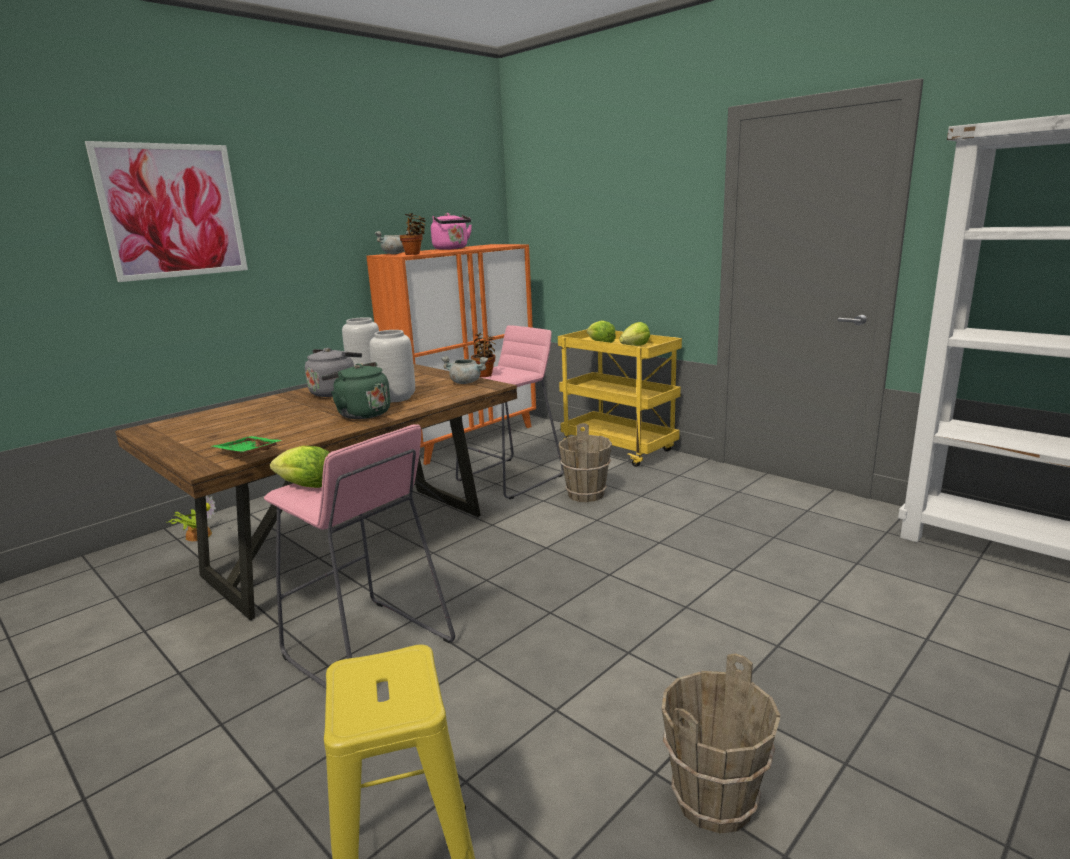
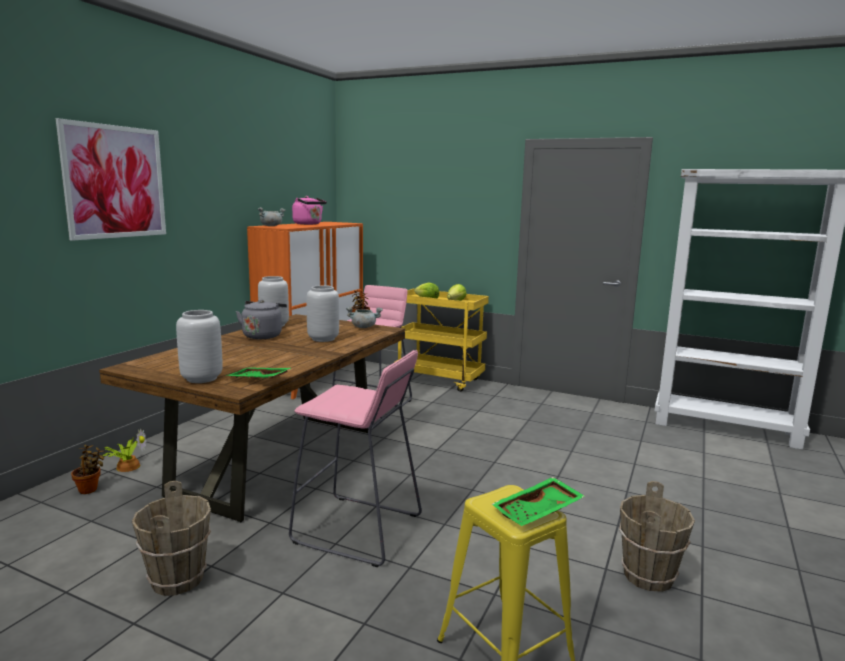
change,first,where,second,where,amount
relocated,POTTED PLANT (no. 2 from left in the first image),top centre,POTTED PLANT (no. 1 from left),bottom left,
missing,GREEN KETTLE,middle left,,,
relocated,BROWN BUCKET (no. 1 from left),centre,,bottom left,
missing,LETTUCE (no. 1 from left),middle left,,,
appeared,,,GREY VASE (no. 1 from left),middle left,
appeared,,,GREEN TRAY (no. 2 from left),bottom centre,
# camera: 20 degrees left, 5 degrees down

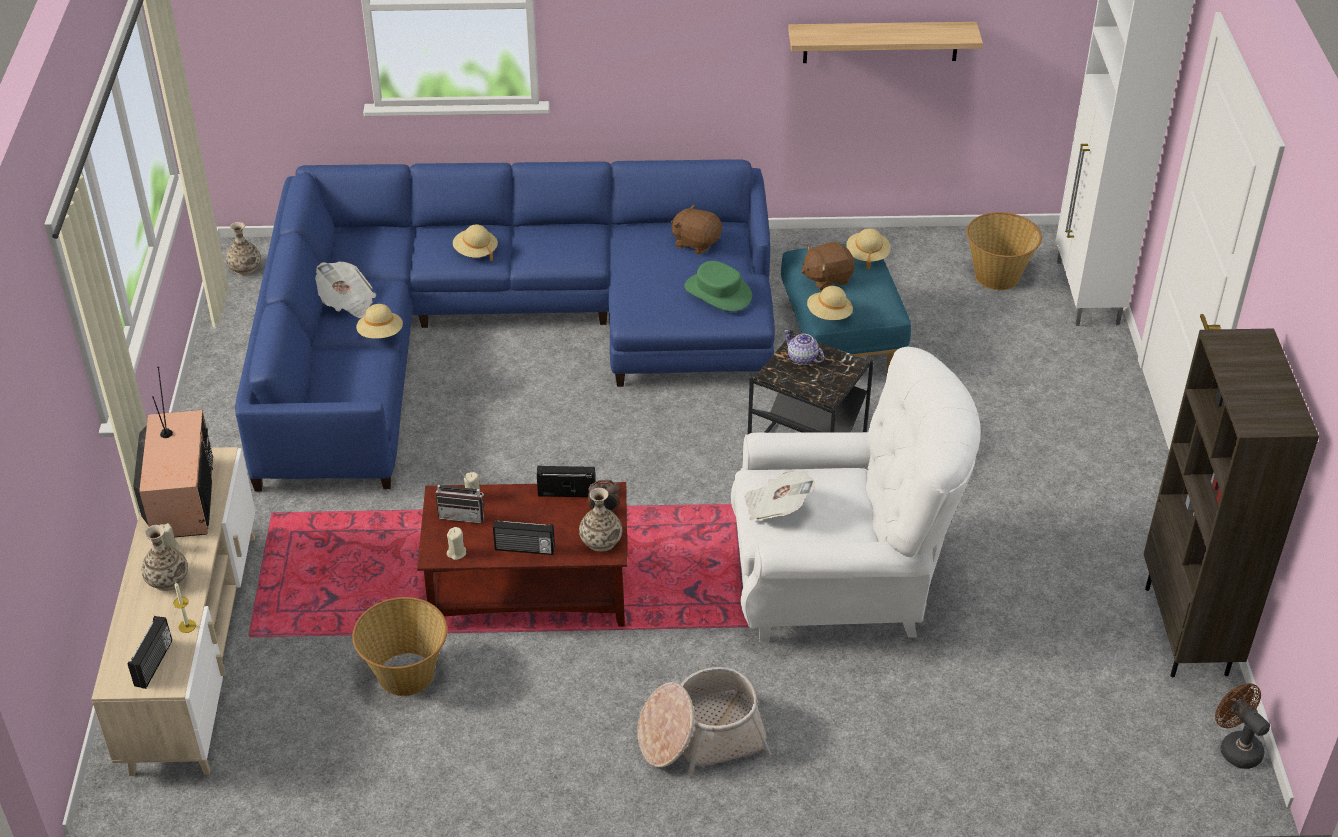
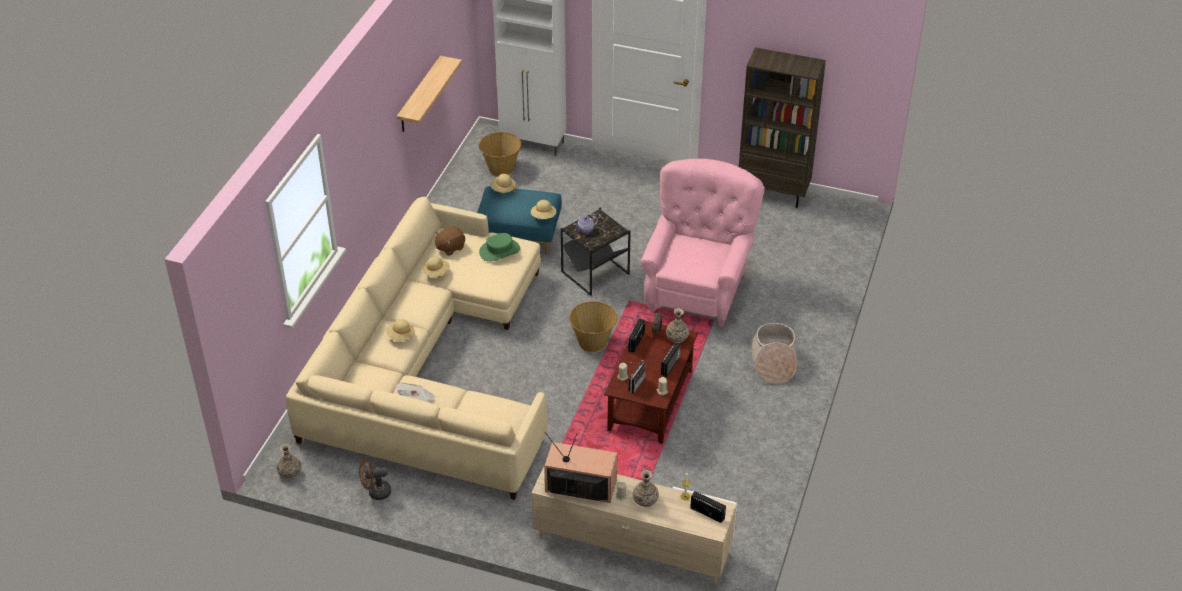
change,first,where,second,where,amount
colour,BLUE SOFA,centre,BEIGE SOFA,centre,
missing,BROWN PLUSH TOY (no. 2 from left),top centre,,,
relocated,BEIGE HAT (no. 1 from left in the first image),middle left,BEIGE HAT (no. 2 from left),centre,
colour,WHITE ARMCHAIR,centre,PINK ARMCHAIR,centre,
missing,NEWSPAPER (no. 2 from left),centre,,,
relocated,BASKET (no. 1 from left in the first image),bottom left,BASKET (no. 2 from left),centre,
relocated,BROWN FAN,bottom right,,bottom left,
# camera: 70 degrees left, 0 degrees up

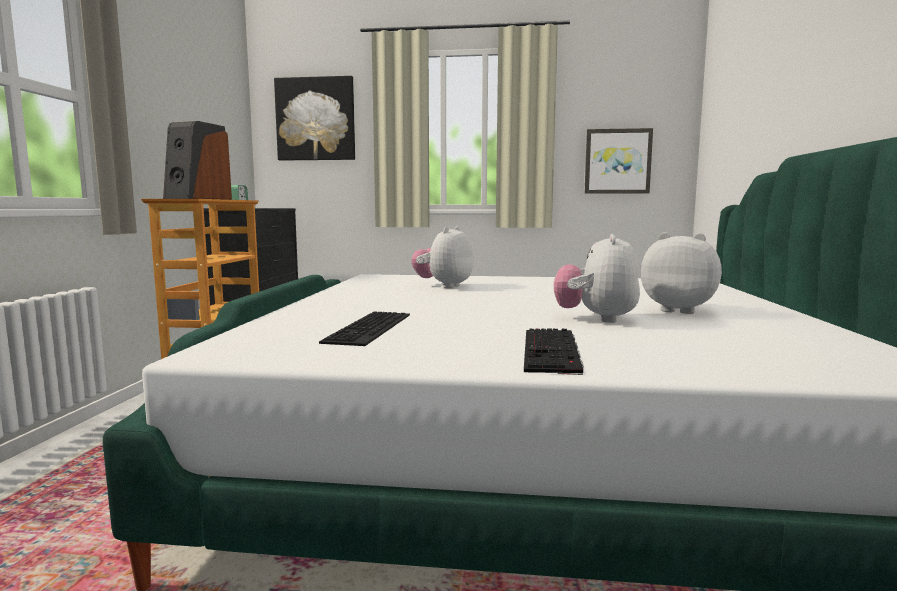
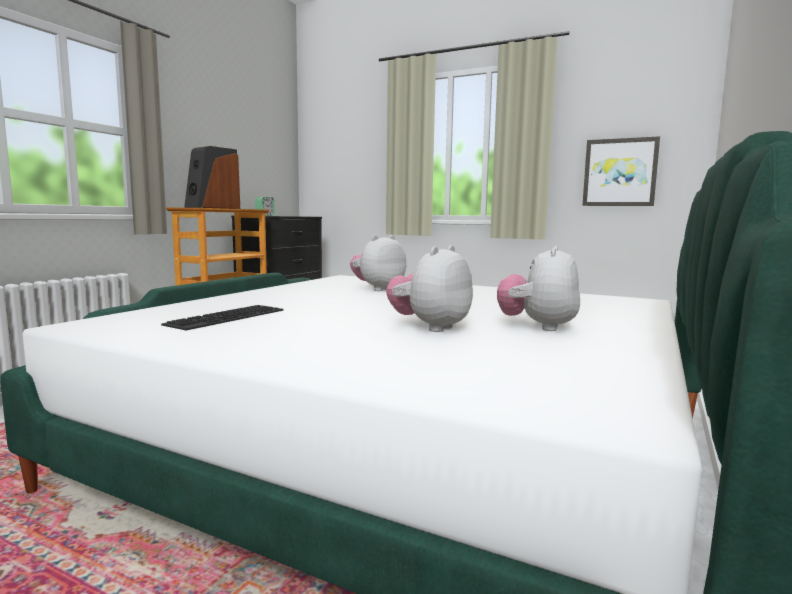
change,first,where,second,where,amount
missing,PICTURE (no. 1 from left),top centre,,,
spun,PLUSH TOY (no. 3 from left),middle right,,middle right,120 degrees counterclockwise
missing,KEYBOARD (no. 2 from left),centre,,,
# camera: 20 degrees right, 0 degrees up

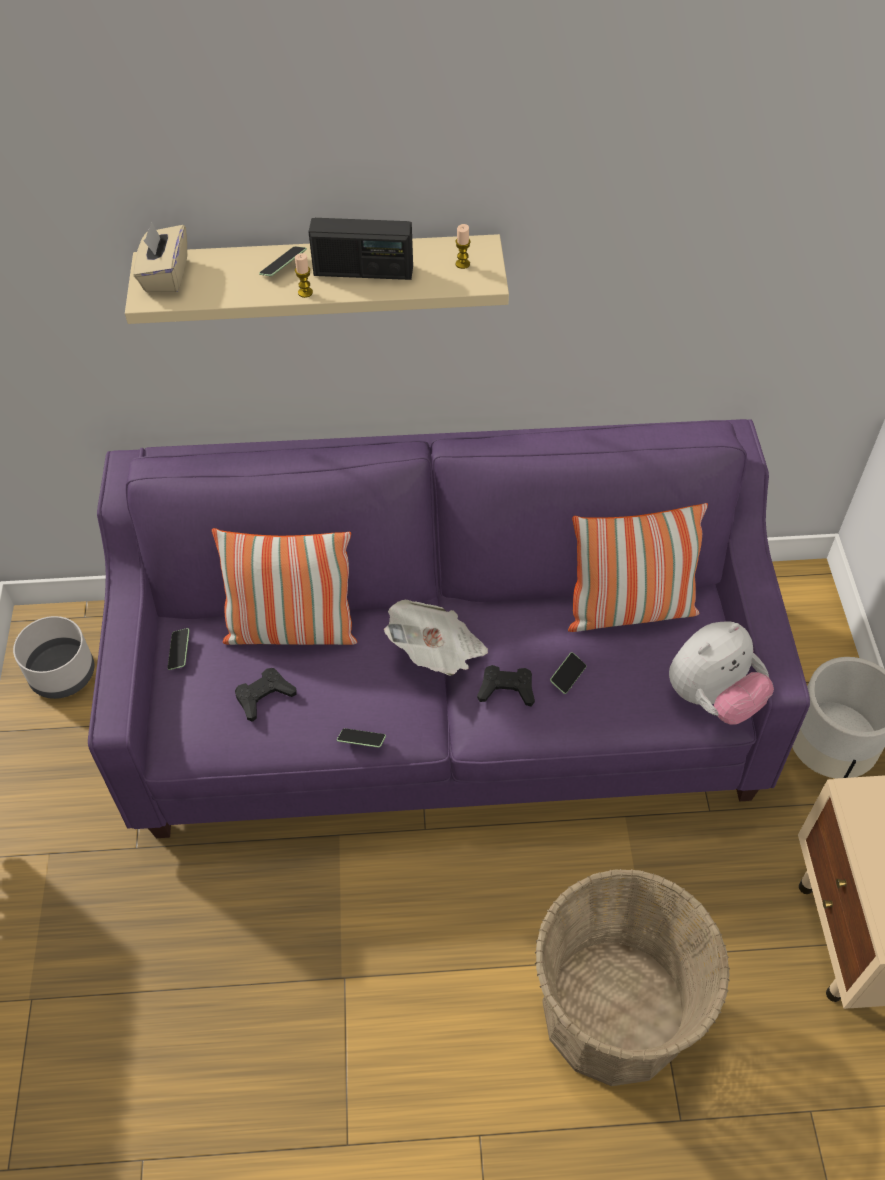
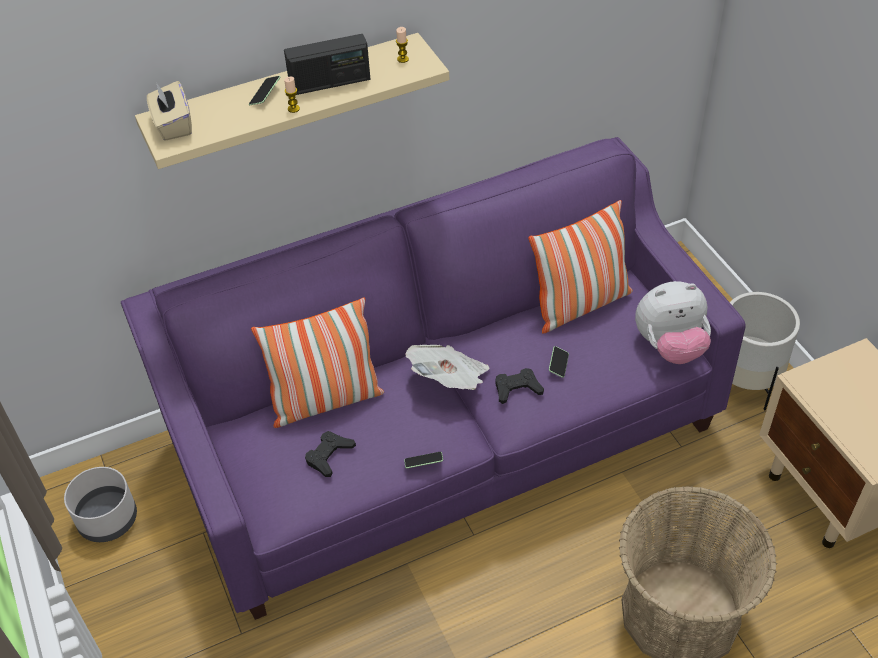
change,first,where,second,where,amount
spun,PLUSH TOY,middle right,,middle right,45 degrees clockwise
missing,PHONE (no. 1 from left),middle left,,,
# camera: 20 degrees left, 5 degrees down

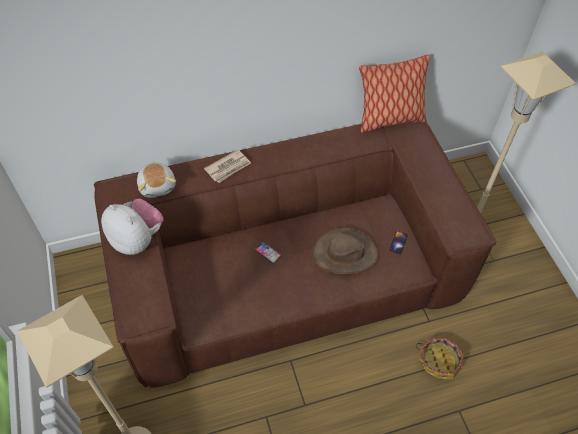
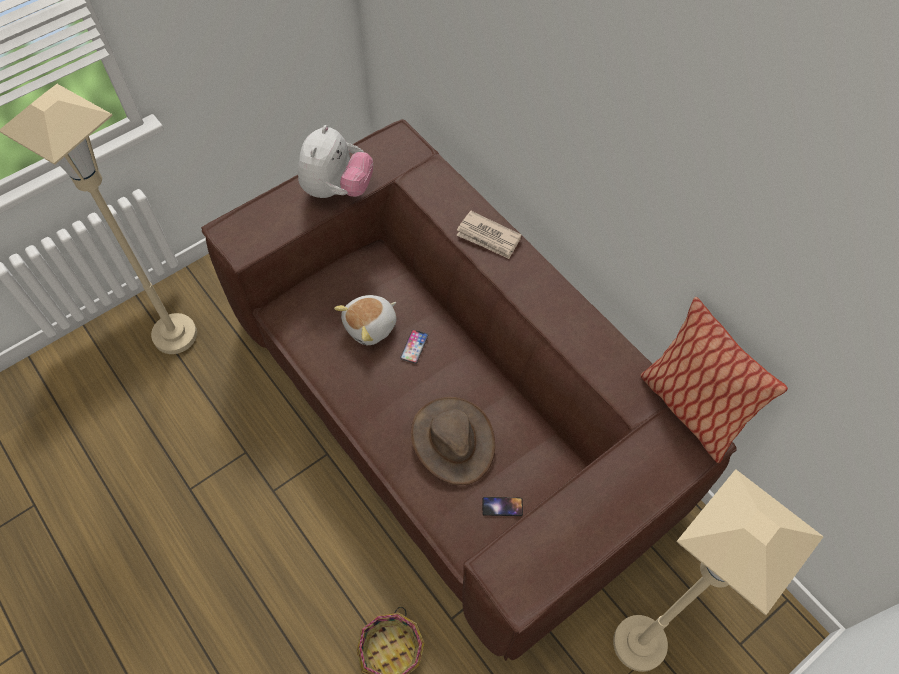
change,first,where,second,where,amount
relocated,PLUSH TOY (no. 2 from left),middle left,,centre,
# camera: 70 degrees right, 5 degrees up

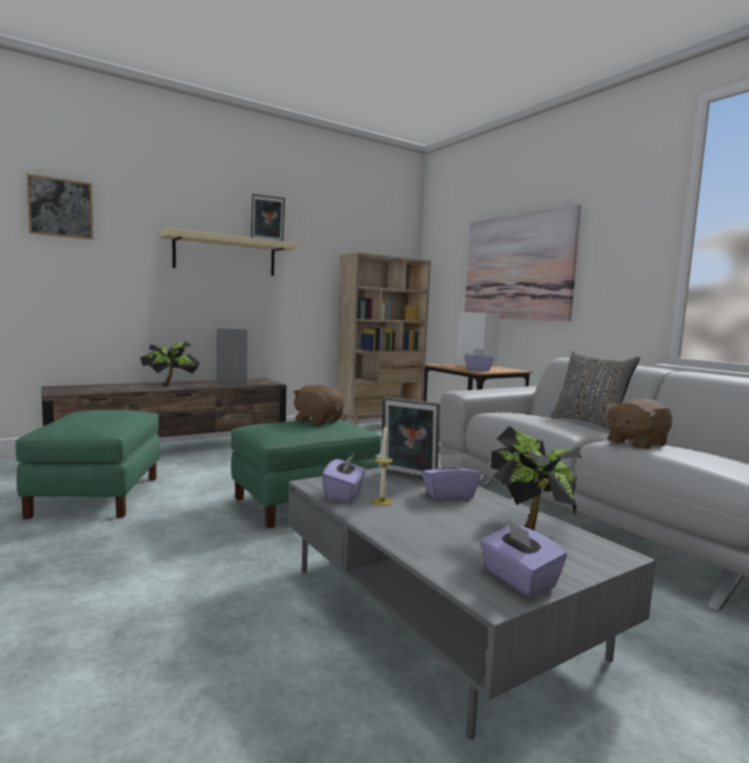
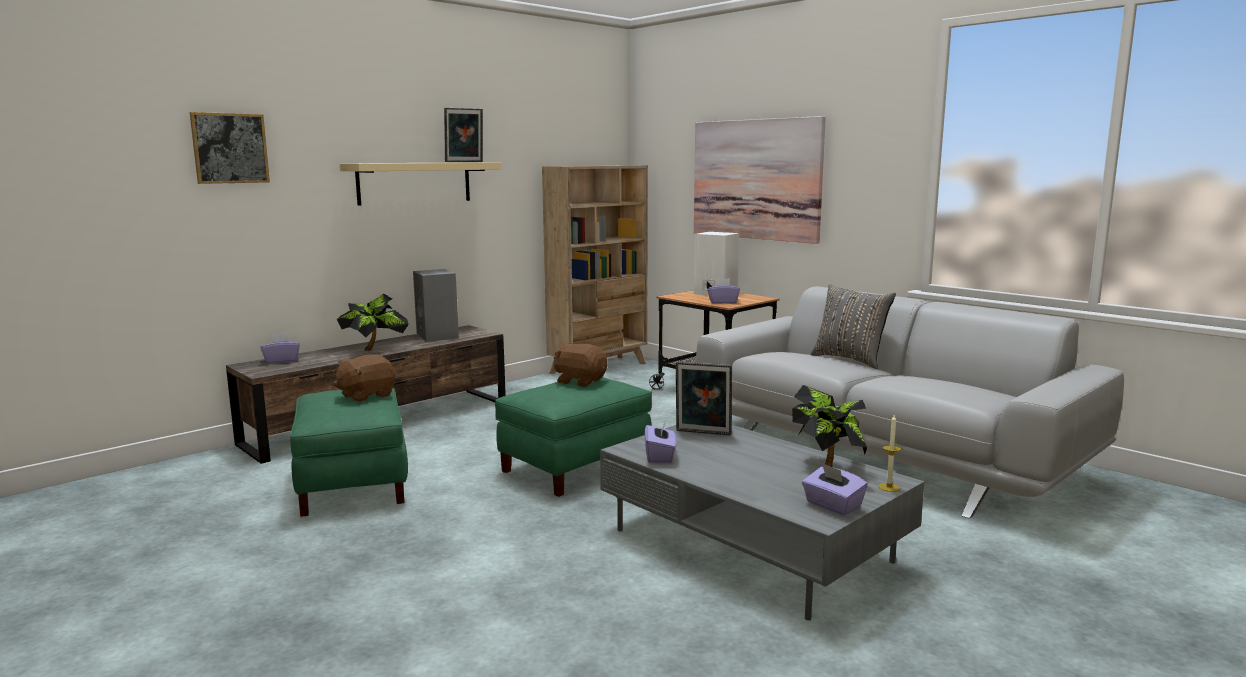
change,first,where,second,where,amount
relocated,BROWN PLUSH TOY (no. 2 from left in the first image),middle right,BROWN PLUSH TOY (no. 1 from left),middle left,
relocated,CANDLE,centre,,bottom right,
relocated,PURPLE TISSUE BOX (no. 2 from left in the first image),centre,PURPLE TISSUE BOX (no. 1 from left),middle left,
# camera: 10 degrees left, 5 degrees up

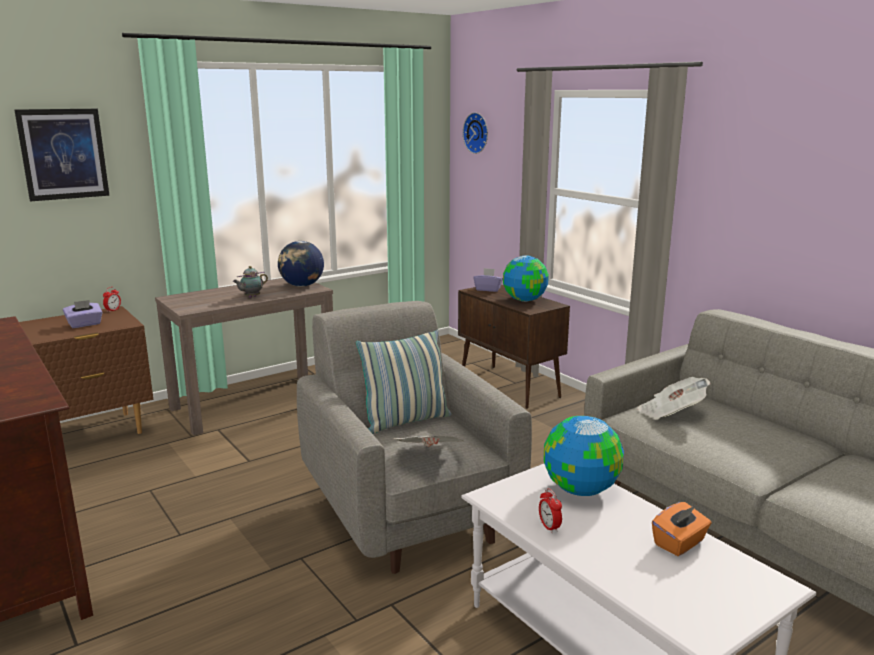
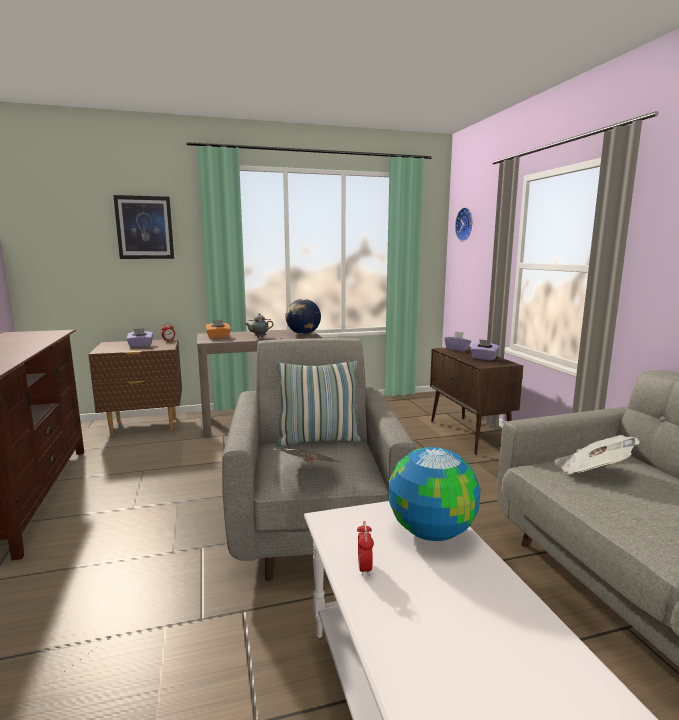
change,first,where,second,where,amount
exchanged,GLOBE (no. 2 from left),centre,PURPLE TISSUE BOX (no. 3 from left),middle right,
relocated,ORANGE TISSUE BOX,bottom right,,middle left,
# camera: 20 degrees right, 5 degrees down

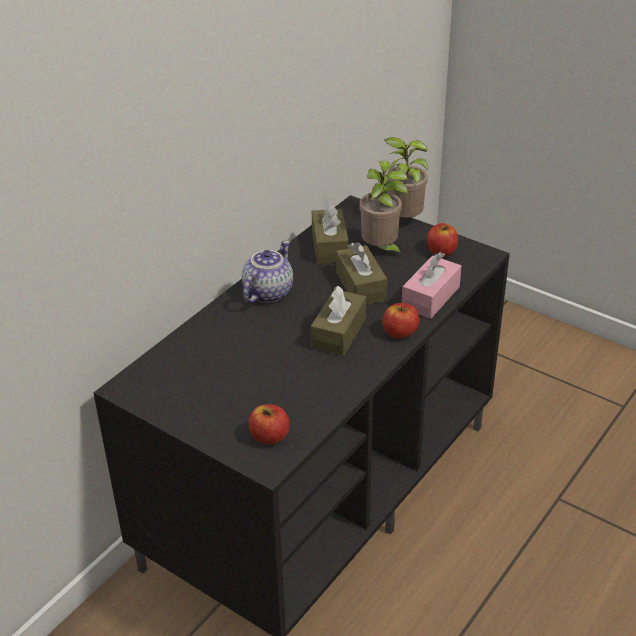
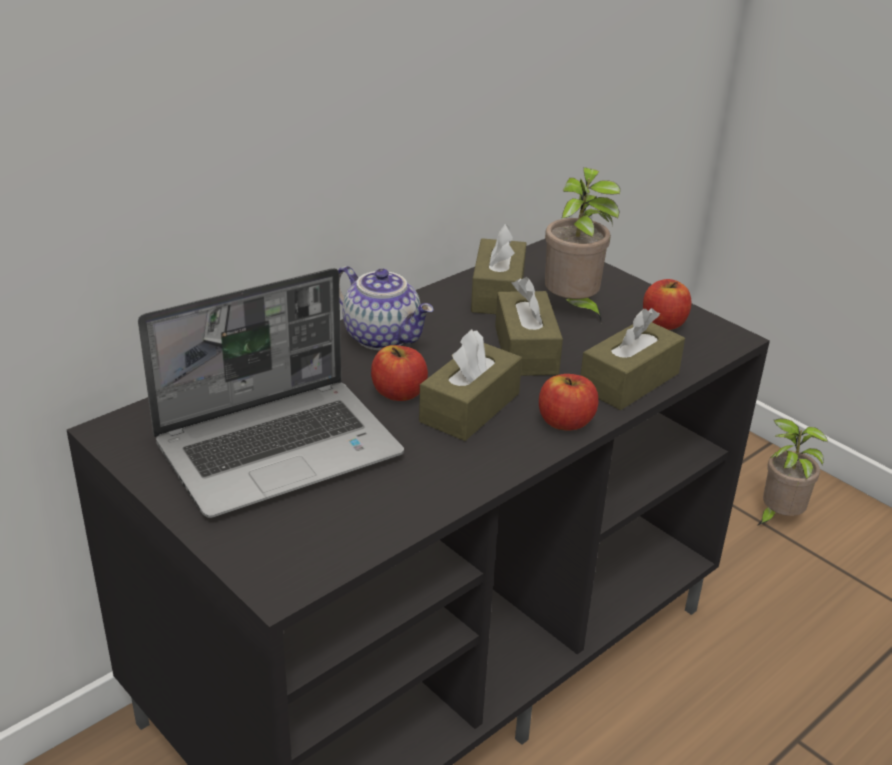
change,first,where,second,where,amount
relocated,POTTED PLANT (no. 2 from left),top centre,,middle right,
spun,TEAPOT,centre,,centre,90 degrees clockwise
colour,PINK TISSUE BOX,middle right,BROWN TISSUE BOX (no. 4 from left),middle right,
relocated,APPLE (no. 1 from left),bottom centre,,centre,
appeared,,,LAPTOP,middle left,
# camera: 10 degrees right, 5 degrees down

